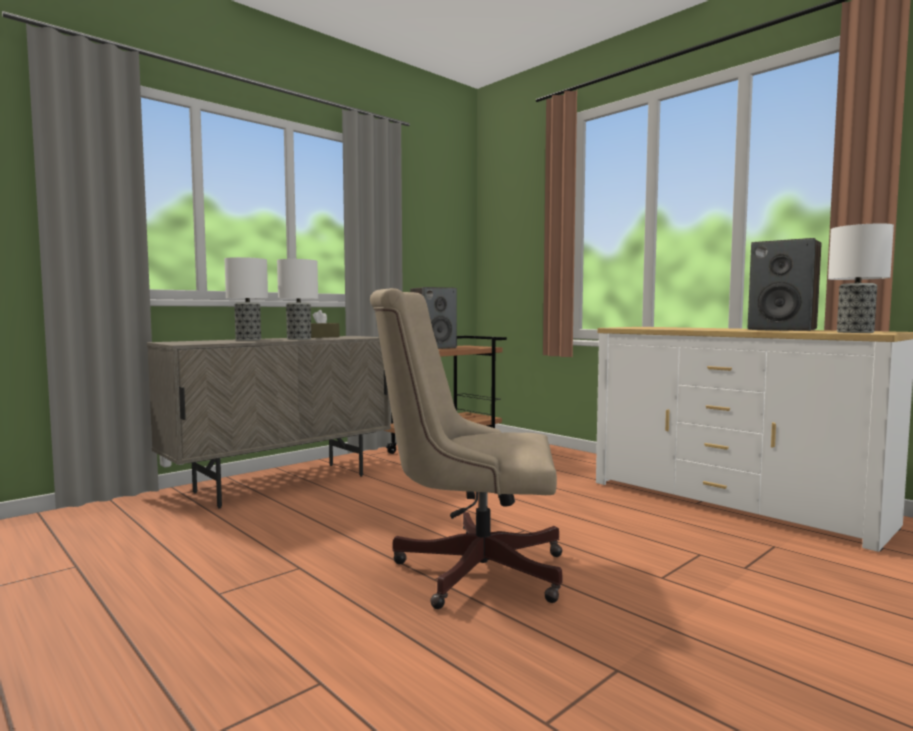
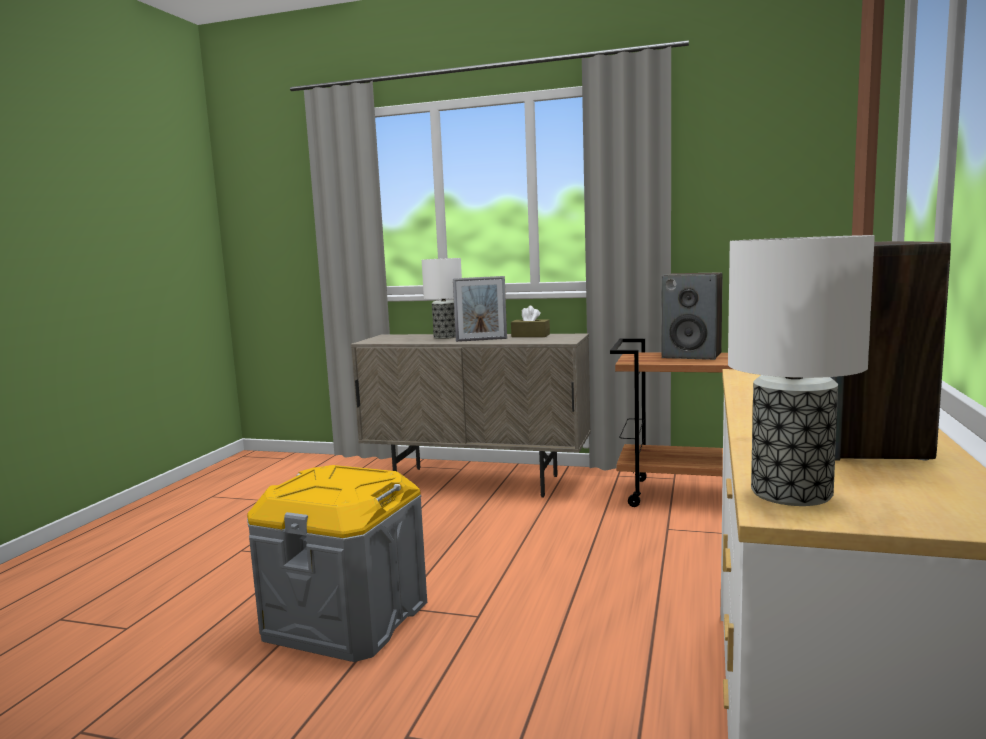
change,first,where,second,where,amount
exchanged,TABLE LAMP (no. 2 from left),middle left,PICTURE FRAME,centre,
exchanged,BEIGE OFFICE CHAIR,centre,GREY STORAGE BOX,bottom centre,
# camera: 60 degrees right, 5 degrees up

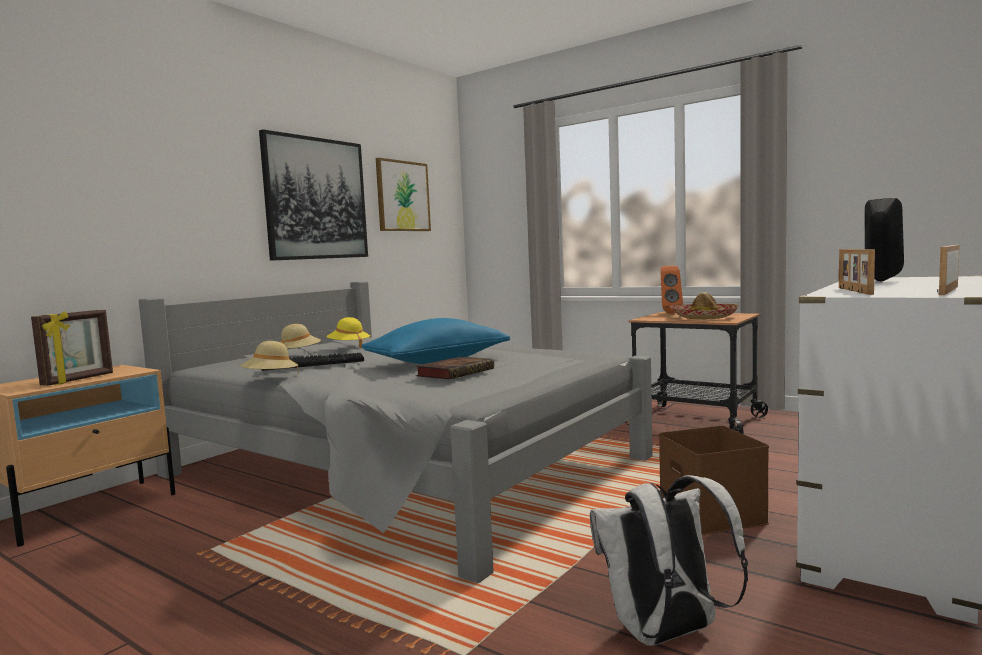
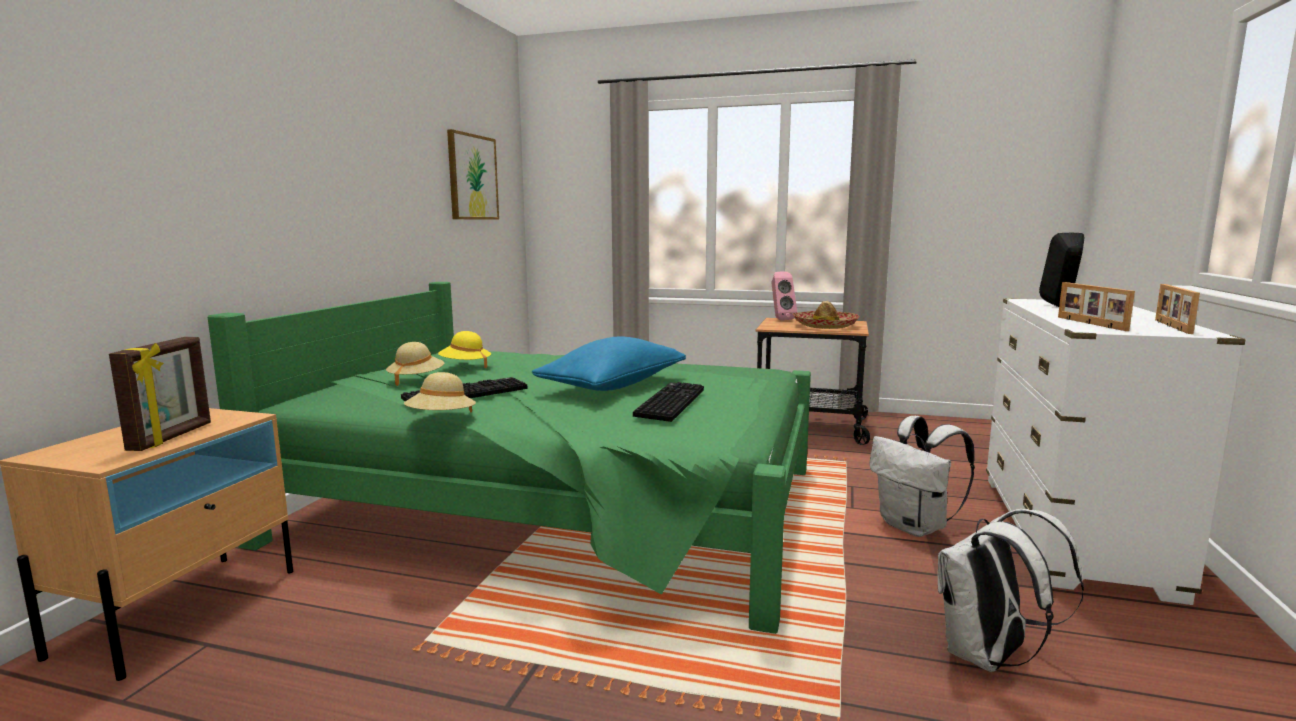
change,first,where,second,where,amount
missing,PICTURE (no. 1 from left),top left,,,
colour,ORANGE SPEAKER,middle right,PINK SPEAKER,centre,
colour,GREY BED,centre,GREEN BED,centre,
exchanged,BOOK,centre,KEYBOARD (no. 2 from left),centre,
exchanged,BROWN STORAGE BOX,bottom right,WHITE BACKPACK (no. 1 from left),middle right,
# camera: 20 degrees left, 5 degrees up

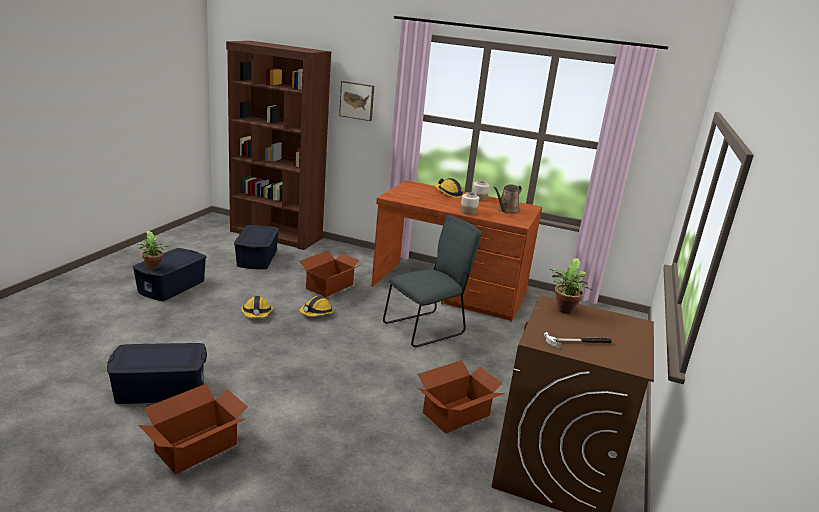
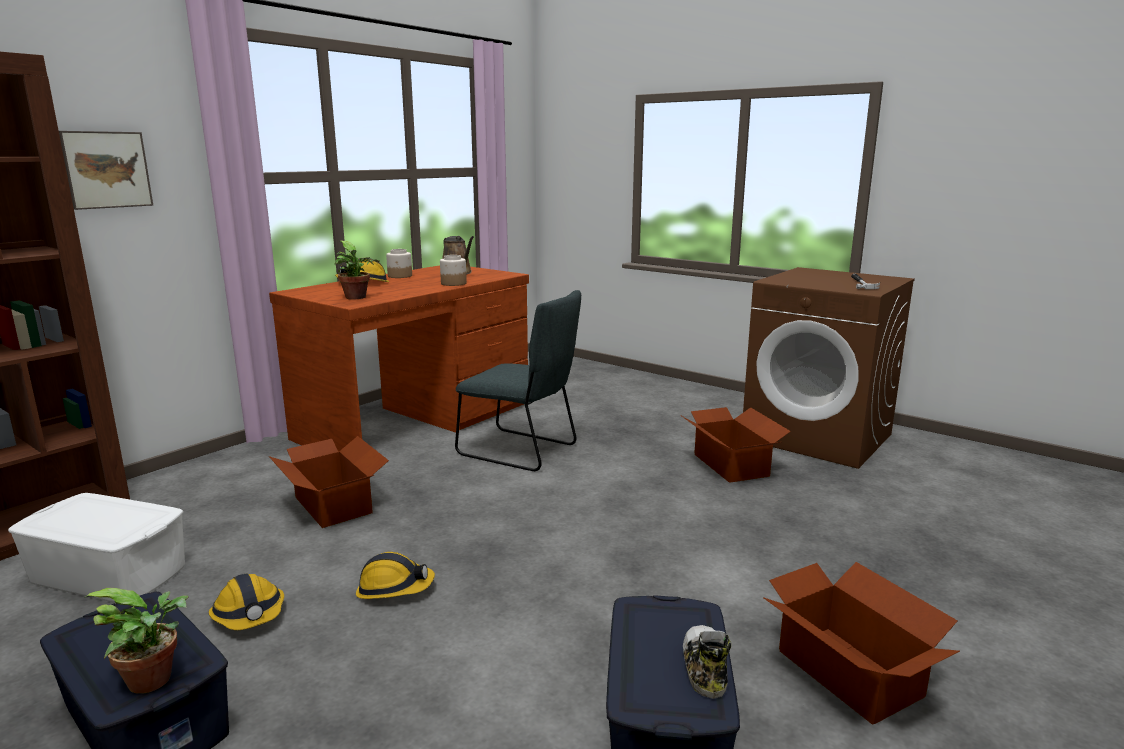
change,first,where,second,where,amount
spun,GREY CHAIR,centre,,centre,135 degrees clockwise
colour,BLUE STORAGE BOX (no. 3 from left),middle left,WHITE STORAGE BOX,bottom left,
relocated,POTTED PLANT (no. 2 from left),middle right,,middle left,
relocated,HARD HAT (no. 2 from left in the first image),centre,HARD HAT (no. 1 from left),bottom left,
appeared,,,SHOE,bottom centre,
# camera: 70 degrees left, 5 degrees down

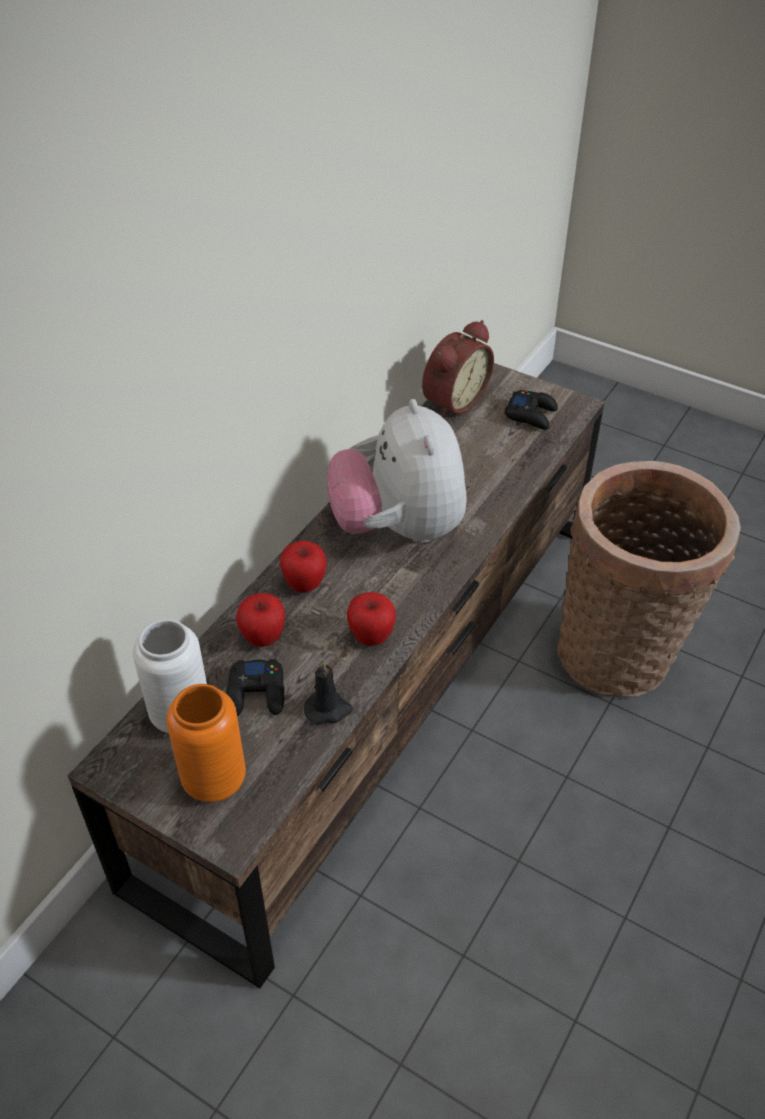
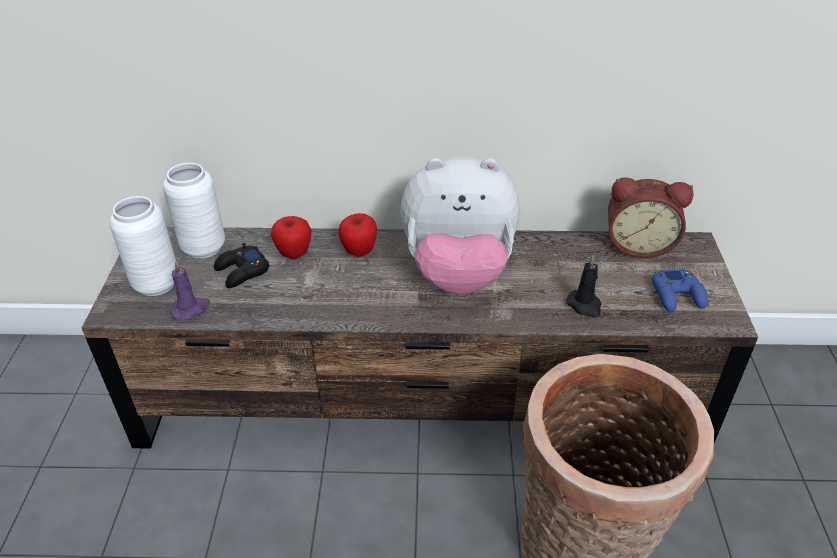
change,first,where,second,where,amount
colour,BLACK GAME CONTROLLER (no. 2 from left),middle right,BLUE GAME CONTROLLER,middle right,
spun,PLUSH TOY,centre,,centre,135 degrees counterclockwise
missing,APPLE (no. 3 from left),centre,,,
relocated,BLACK CANDLE,centre,,middle right,
colour,ORANGE VASE,middle left,WHITE VASE (no. 1 from left),middle left,
appeared,,,PURPLE CANDLE,middle left,
# camera: 60 degrees right, 5 degrees down

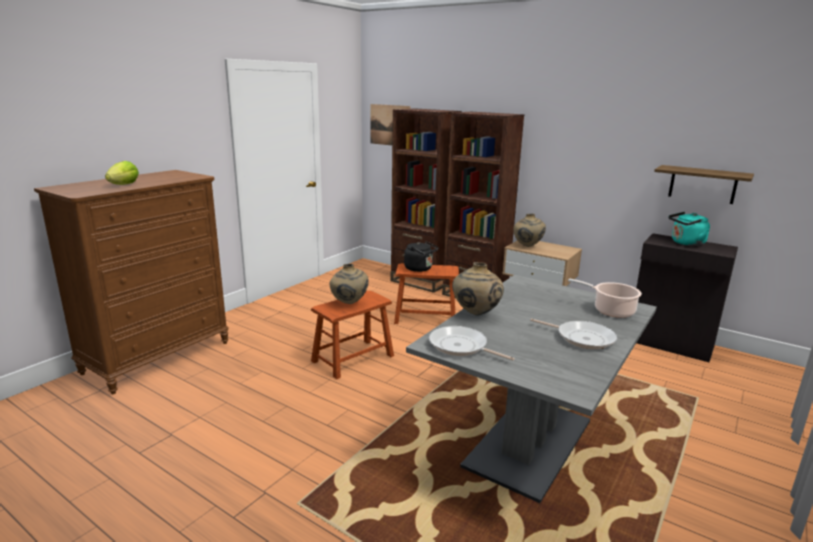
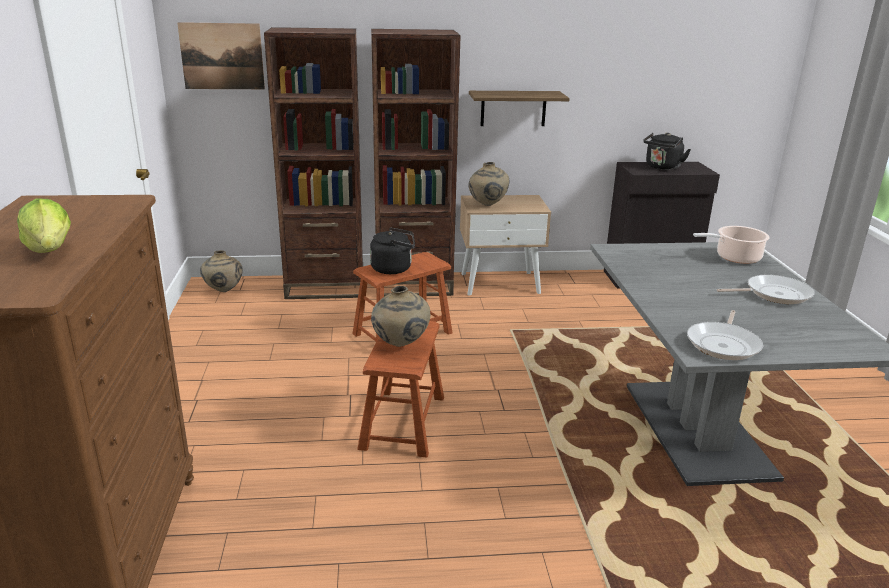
change,first,where,second,where,amount
relocated,SHELF,middle right,,top centre,
colour,TURQUOISE KETTLE,middle right,BLACK KETTLE (no. 2 from left),top right,
relocated,BEIGE VASE (no. 2 from left in the first image),centre,BEIGE VASE (no. 1 from left),middle left,
spun,FRYING PAN (no. 1 from left),centre,,middle right,60 degrees counterclockwise
# camera: 40 degrees left, 5 degrees up

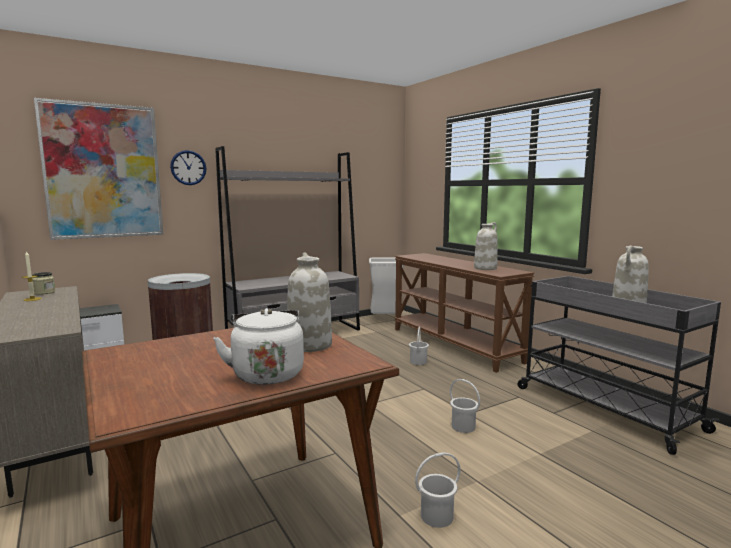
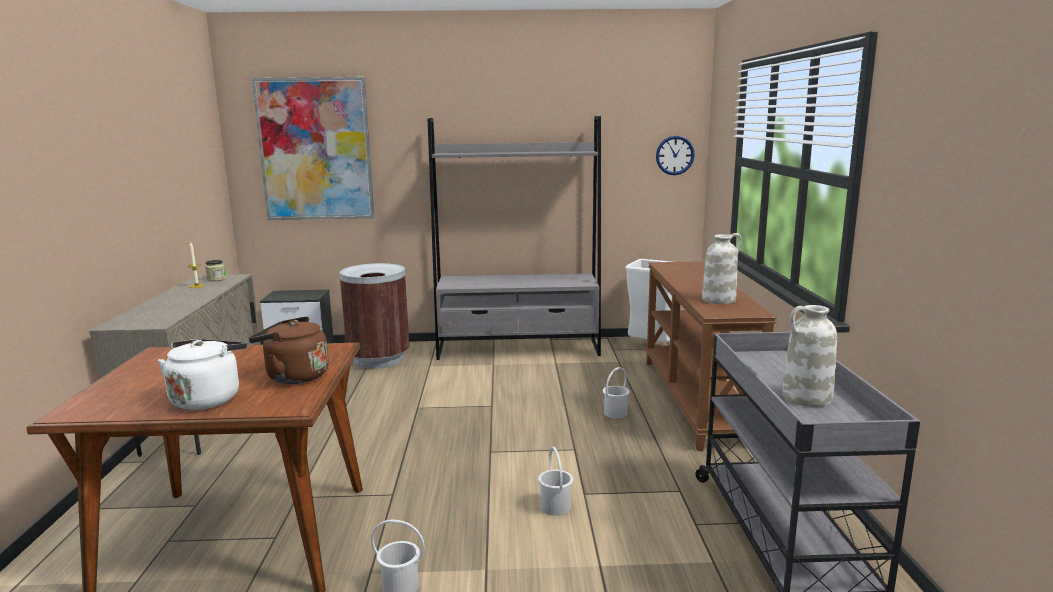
change,first,where,second,where,amount
relocated,WALL CLOCK,top left,,top centre,
exchanged,WHITE VASE (no. 1 from left),centre,BROWN KETTLE,middle left,
# camera: 30 degrees right, 5 degrees up

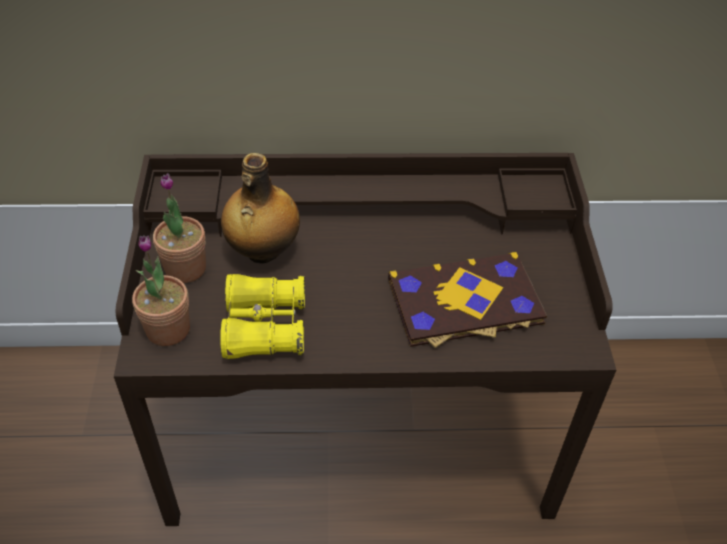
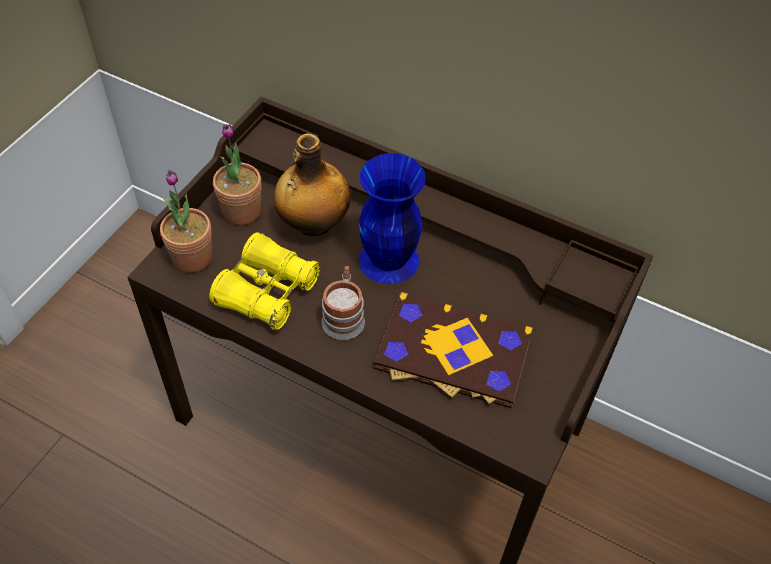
change,first,where,second,where,amount
appeared,,,BLUE VASE,centre,
appeared,,,MUG,centre,
# camera: 30 degrees right, 5 degrees up

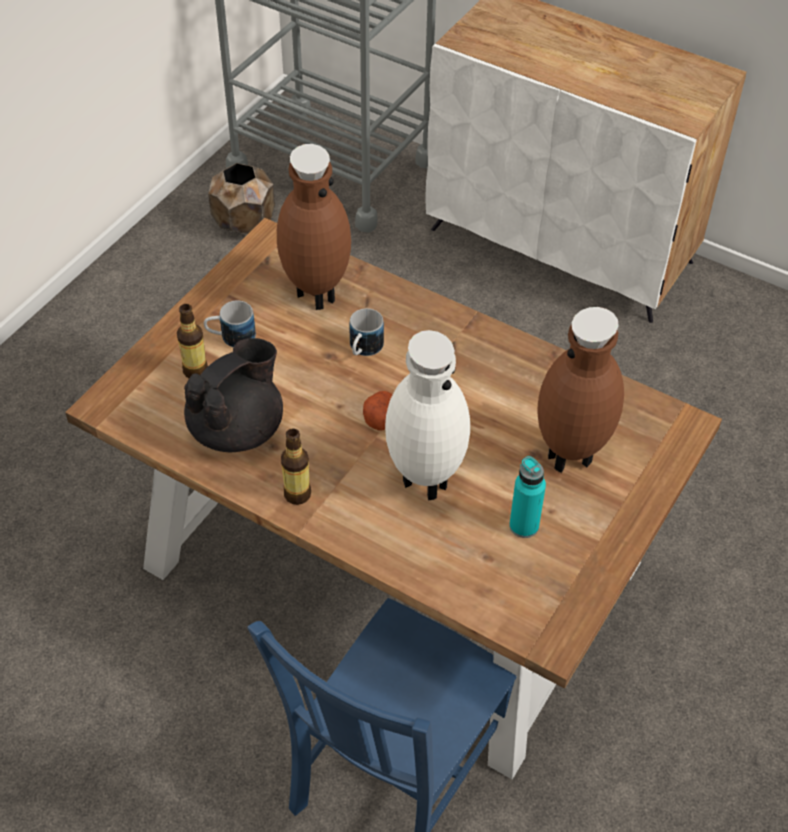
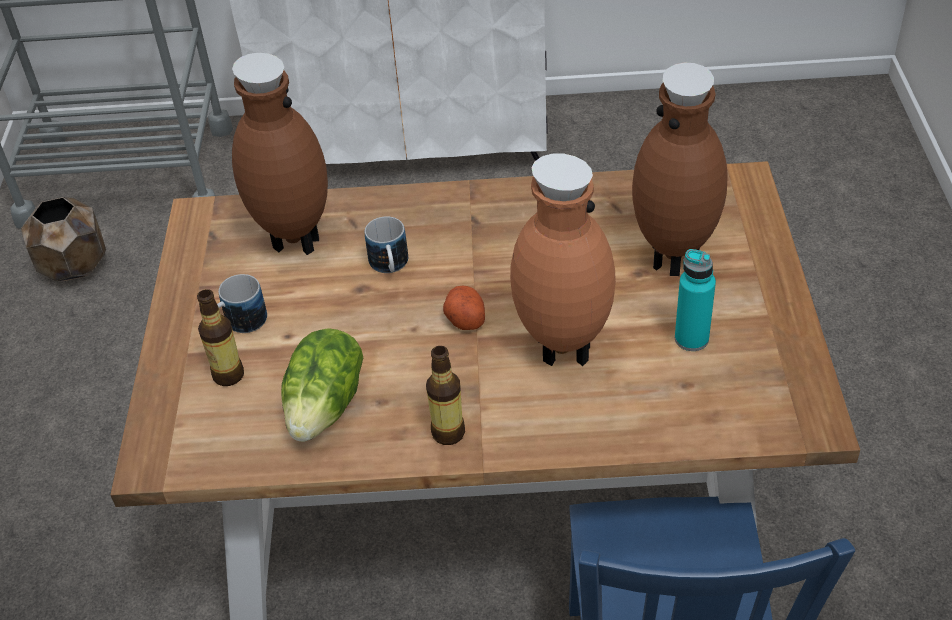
change,first,where,second,where,amount
colour,WHITE VASE,centre,BROWN VASE (no. 2 from left),centre,
exchanged,BLACK TEAPOT,middle left,LETTUCE,centre,
# camera: 30 degrees left, 5 degrees down

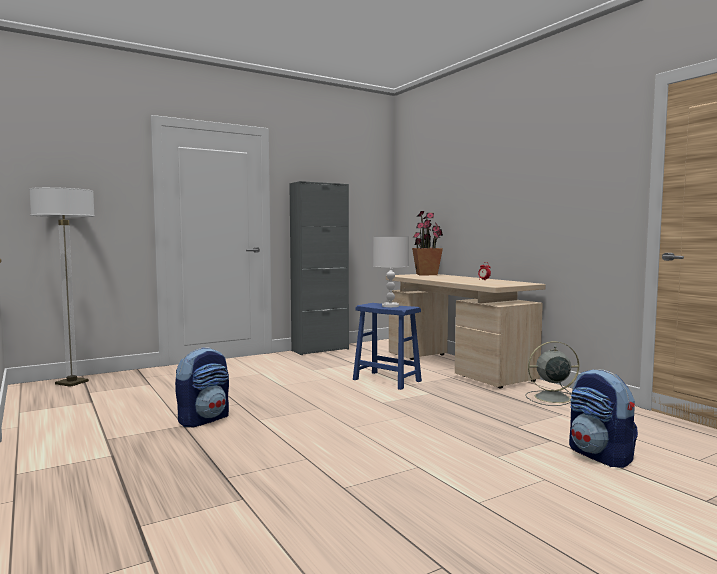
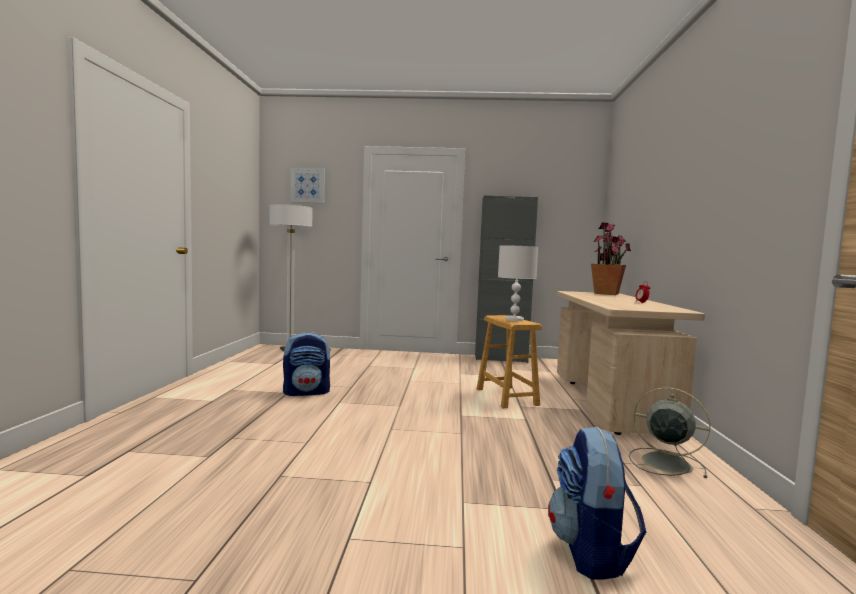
change,first,where,second,where,amount
colour,BLUE STOOL,centre,BROWN STOOL,centre,
appeared,,,PICTURE,top centre,
# camera: 35 degrees right, 0 degrees up

